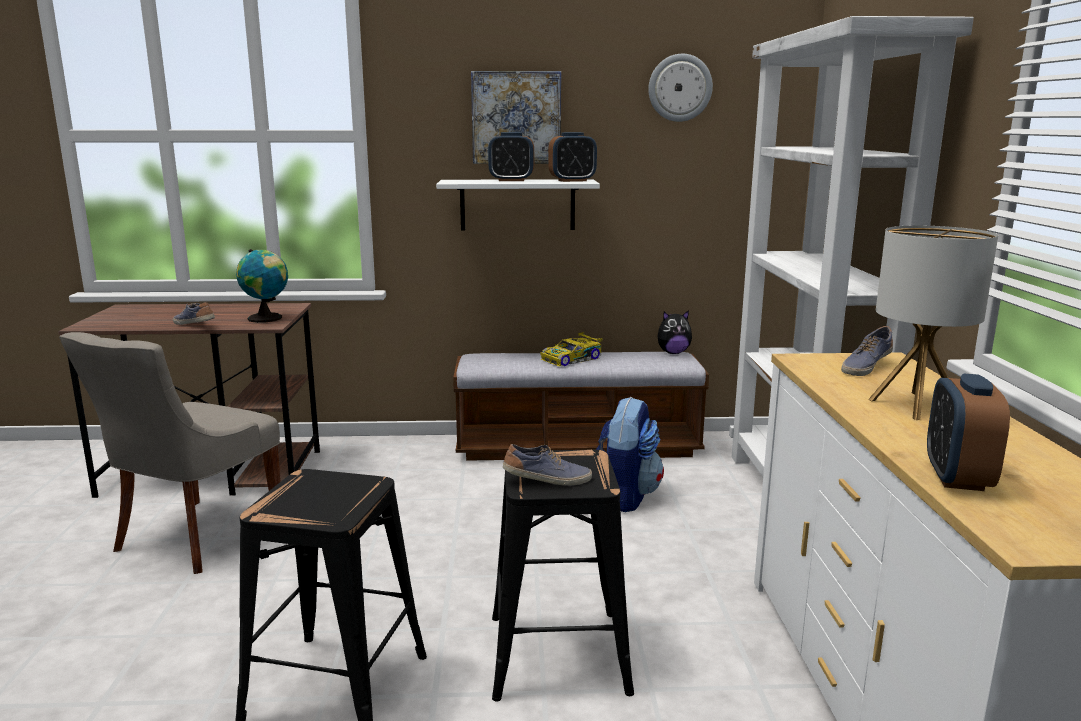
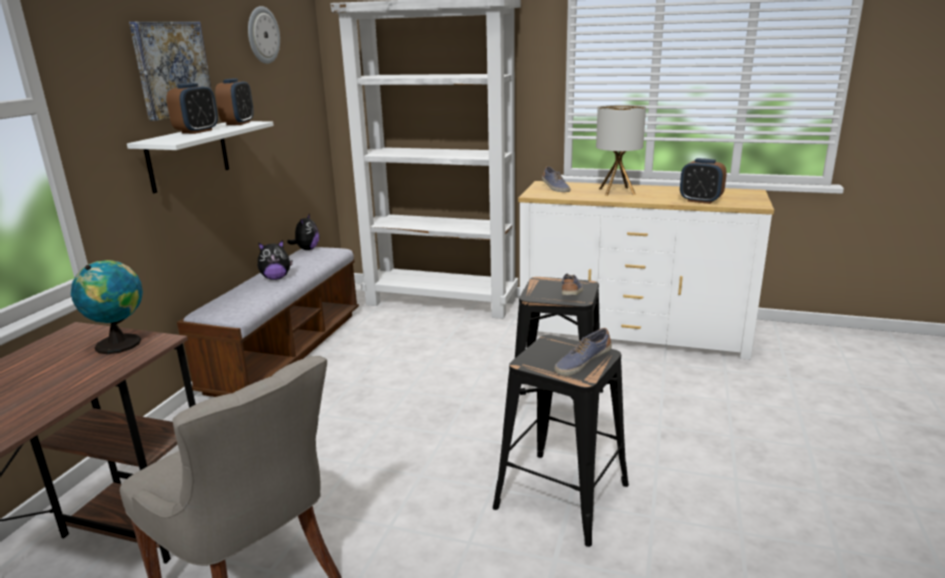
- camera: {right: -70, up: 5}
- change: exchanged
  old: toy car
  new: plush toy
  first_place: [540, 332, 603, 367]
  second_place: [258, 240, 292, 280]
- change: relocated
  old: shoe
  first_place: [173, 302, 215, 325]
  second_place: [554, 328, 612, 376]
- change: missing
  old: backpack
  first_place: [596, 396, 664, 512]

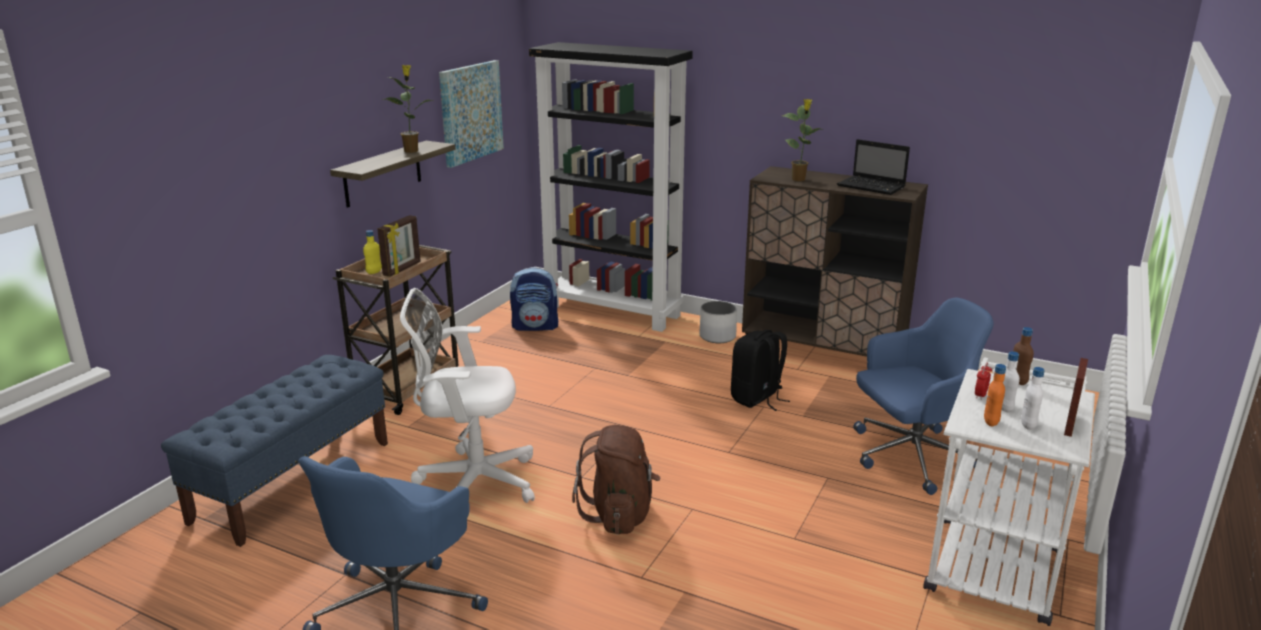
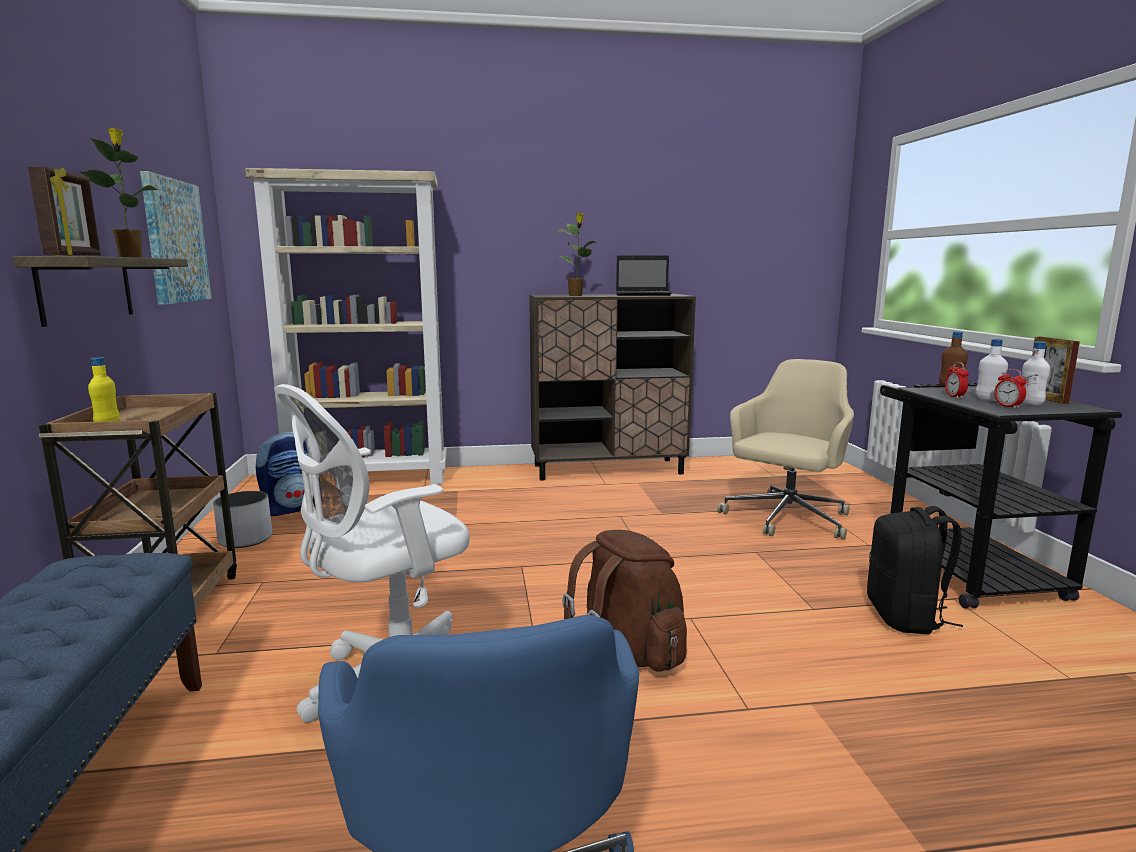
- camera: {right: -35, up: -10}
- change: relocated
  old: picture frame
  first_place: [377, 215, 421, 277]
  second_place: [28, 166, 101, 256]
- change: relocated
  old: white planter
  first_place: [700, 301, 737, 343]
  second_place: [213, 491, 272, 548]
- change: colour
  old: black bookcase
  new: beige bookcase
  first_place: [529, 42, 693, 332]
  second_place: [245, 168, 447, 485]
- change: colour
  old: blue office chair
  new: beige office chair
  first_place: [853, 297, 993, 495]
  second_place: [717, 359, 854, 540]
- change: relocated
  old: black backpack
  first_place: [731, 330, 790, 411]
  second_place: [867, 506, 963, 634]
- change: colour
  old: white cart
  new: black cart
  first_place: [923, 357, 1095, 626]
  second_place: [880, 383, 1122, 608]
- change: exchanged
  old: orange bottle
  new: alarm clock
  first_place: [984, 364, 1006, 427]
  second_place: [994, 369, 1027, 409]

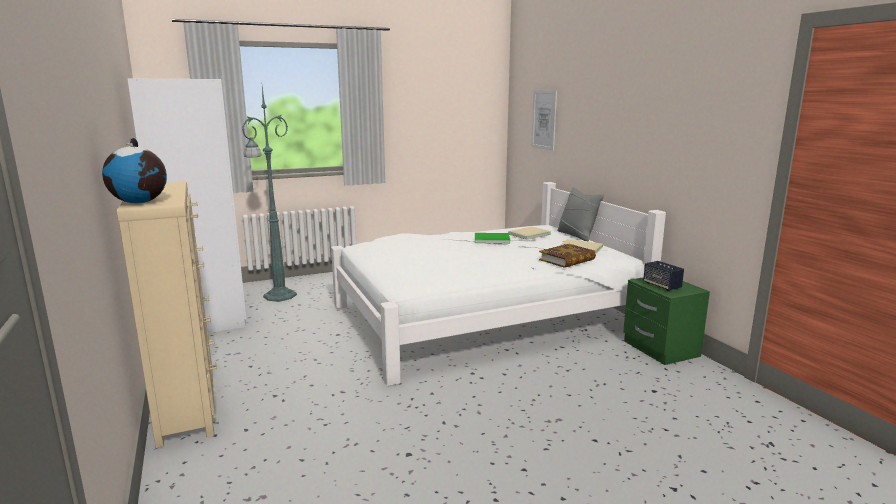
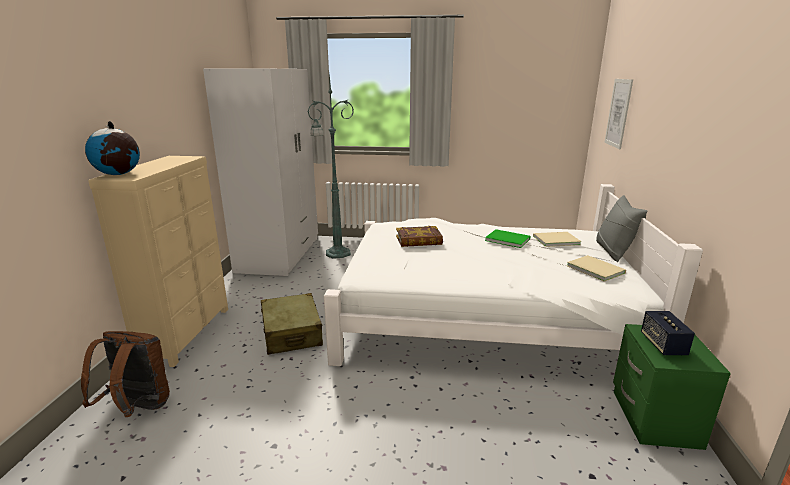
- camera: {right: 30, up: 5}
- change: appeared
  new: brown backpack
  second_place: [81, 331, 170, 417]
- change: appeared
  new: beige suitcase
  second_place: [261, 293, 323, 355]
- change: relocated
  old: book
  first_place: [539, 244, 596, 268]
  second_place: [396, 226, 443, 247]

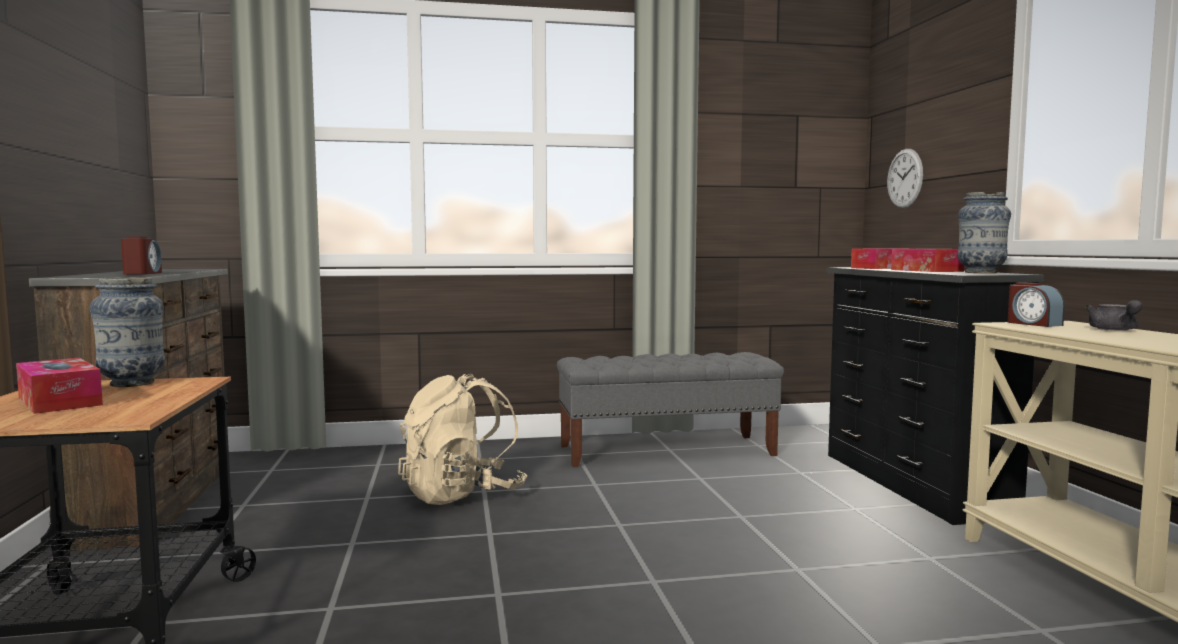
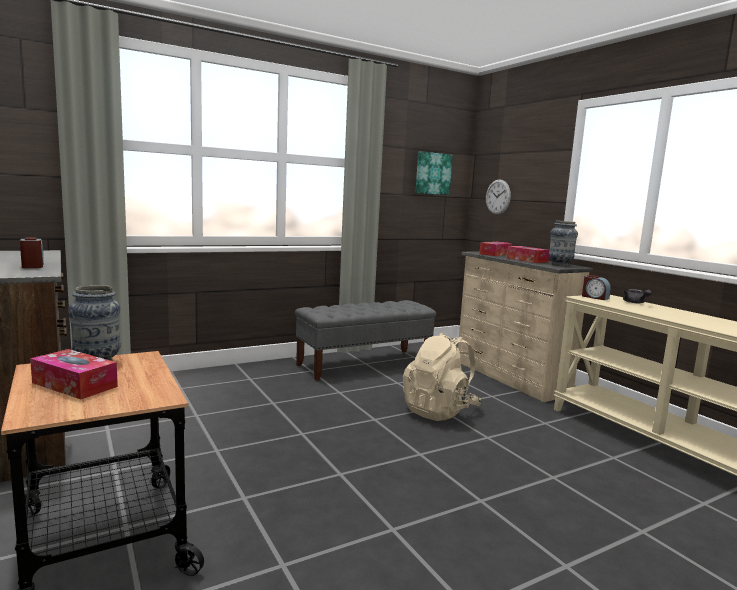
- camera: {right: -20, up: 5}
- change: relocated
  old: beige backpack
  first_place: [398, 373, 528, 505]
  second_place: [403, 333, 482, 421]
- change: appeared
  new: picture
  second_place: [416, 152, 453, 195]
- change: colour
  old: black dresser
  new: beige dresser
  first_place: [827, 267, 1044, 525]
  second_place: [458, 251, 593, 402]

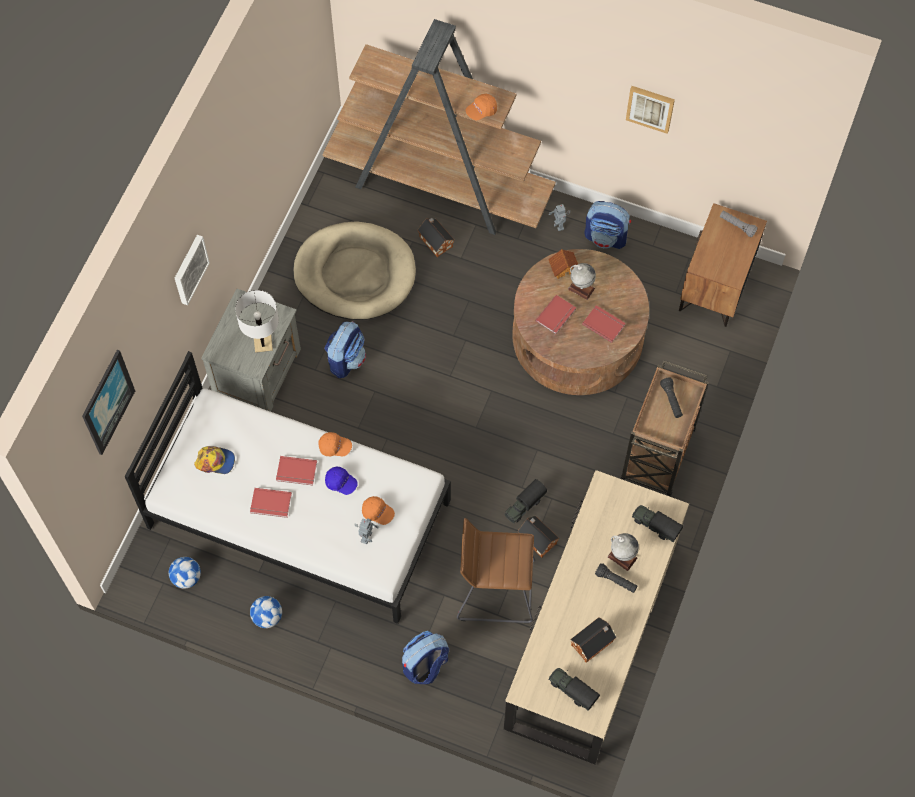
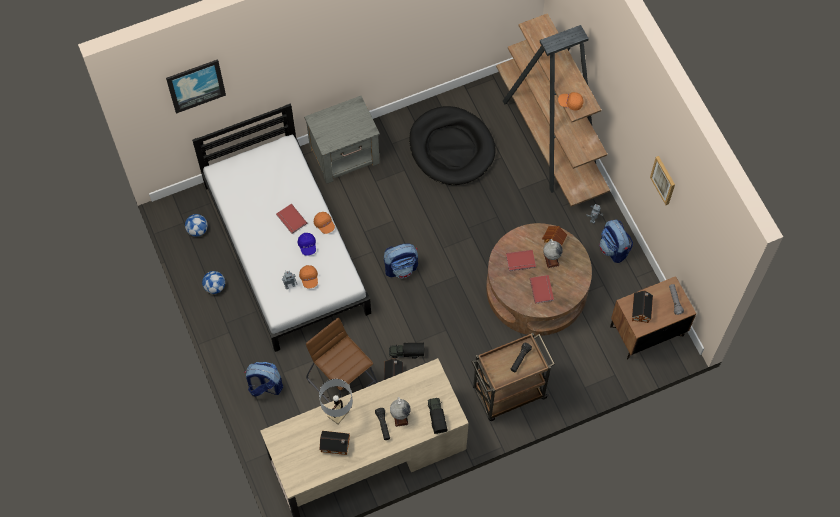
- camera: {right: 45, up: 0}
- change: relocated
  old: white table lamp
  first_place: [235, 290, 279, 353]
  second_place: [319, 379, 353, 424]
- change: relocated
  old: backpack
  first_place: [324, 321, 366, 378]
  second_place: [384, 243, 418, 278]
- change: colour
  old: beige dog bed
  new: black dog bed
  first_place: [293, 221, 416, 320]
  second_place: [409, 106, 496, 185]
- change: relocated
  old: toy house
  first_place: [417, 218, 454, 257]
  second_place: [632, 291, 653, 323]
- change: missing
  old: picture
  first_place: [175, 235, 210, 305]
- change: missing
  old: cap
  first_place: [194, 446, 235, 474]
- change: missing
  old: red book
  first_place: [250, 488, 292, 518]
- change: missing
  old: toy truck
  first_place: [549, 668, 600, 711]

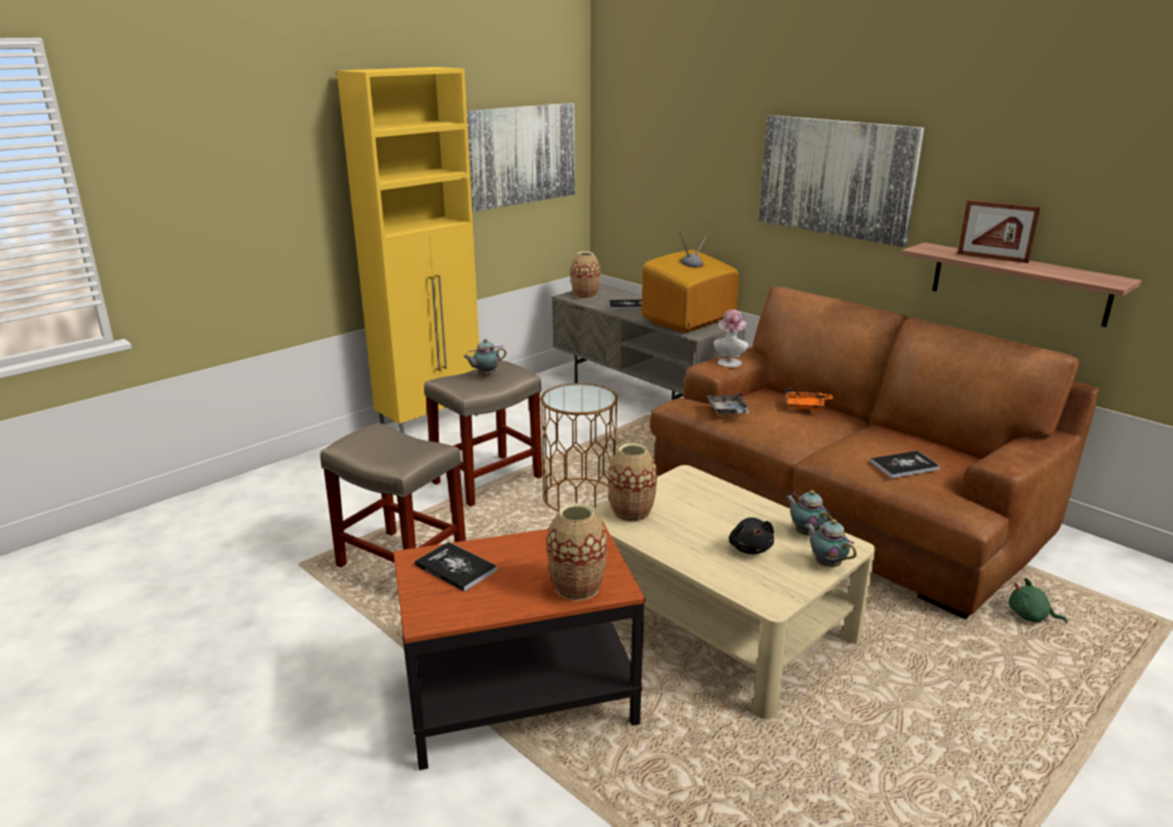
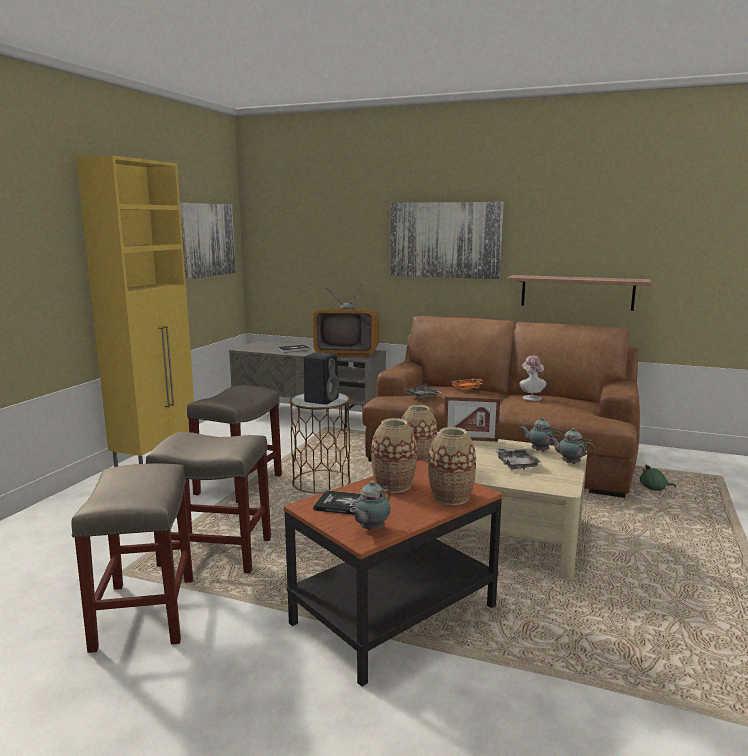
- camera: {right: -25, up: -10}
- change: appeared
  new: beige stool
  second_place: [71, 463, 193, 653]
- change: appeared
  new: black speaker
  second_place: [304, 352, 339, 405]
- change: spun
  old: television
  first_place: [642, 228, 739, 333]
  second_place: [313, 283, 379, 357]
  degrees: -105
- change: relocated
  old: teapot
  first_place: [464, 339, 506, 375]
  second_place: [350, 481, 391, 531]
- change: relocated
  old: vase
  first_place: [571, 251, 600, 299]
  second_place: [371, 418, 417, 493]
- change: relocated
  old: picture frame
  first_place: [957, 200, 1040, 263]
  second_place: [444, 396, 500, 442]
- change: exchanged
  old: black plush toy
  new: grey tray
  first_place: [729, 517, 774, 554]
  second_place: [495, 447, 541, 470]
- change: relocated
  old: hat
  first_place: [714, 309, 749, 367]
  second_place: [519, 355, 547, 401]
- change: missing
  old: book
  first_place: [870, 451, 940, 478]

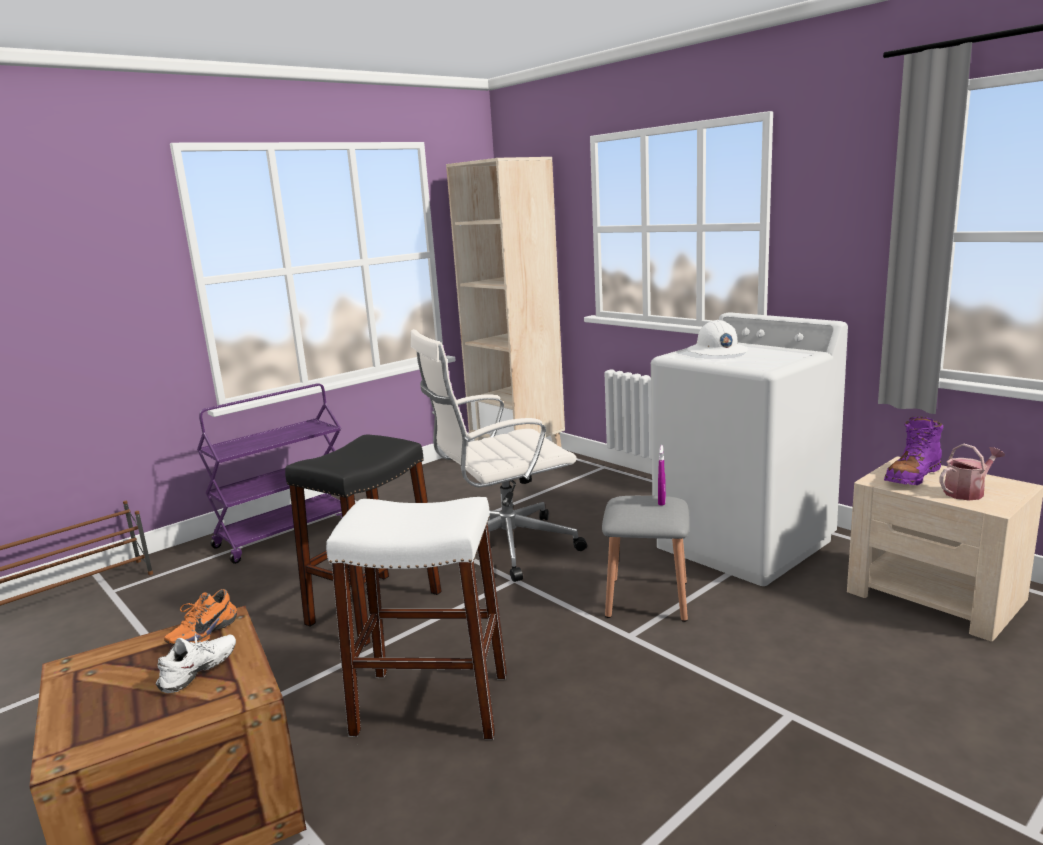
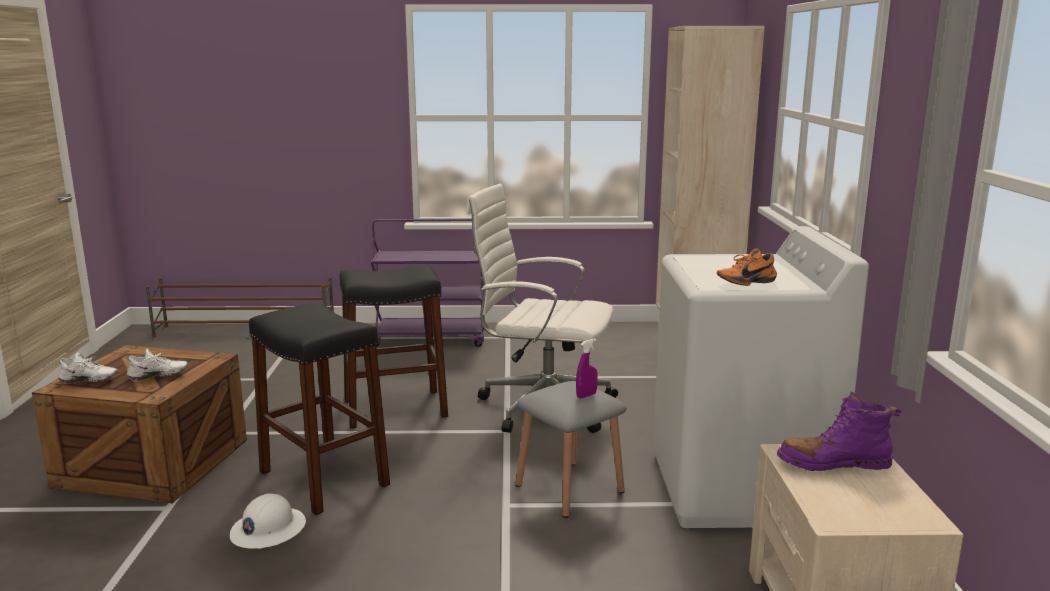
- camera: {right: 40, up: 0}
- change: appeared
  new: white shoe
  second_place: [58, 352, 118, 384]
- change: relocated
  old: white hard hat
  first_place: [687, 320, 748, 356]
  second_place: [230, 493, 306, 549]
- change: colour
  old: white stool
  new: black stool
  first_place: [326, 497, 507, 740]
  second_place: [249, 303, 390, 515]
- change: relocated
  old: orange shoe
  first_place: [164, 589, 237, 645]
  second_place: [717, 249, 777, 286]
- change: missing
  old: watering can
  first_place: [939, 444, 1005, 500]

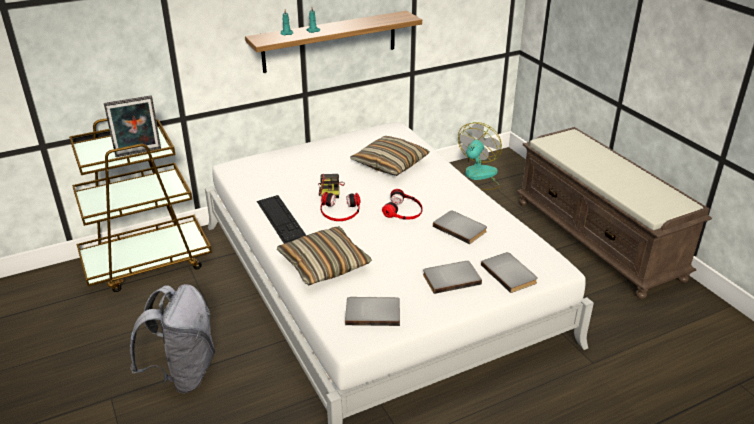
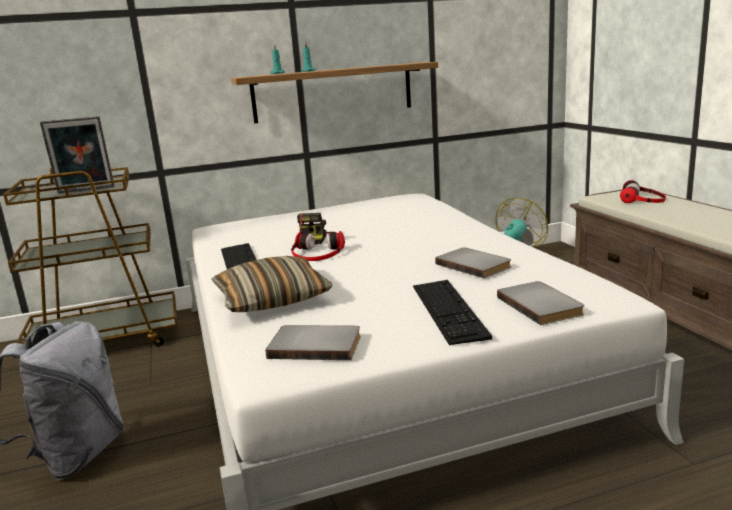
- camera: {right: 10, up: -15}
- change: exchanged
  old: grey book
  new: keyboard
  first_place: [423, 261, 482, 294]
  second_place: [413, 280, 492, 345]
- change: relocated
  old: headphones
  first_place: [382, 189, 423, 220]
  second_place: [620, 180, 666, 203]
- change: missing
  old: pillow
  first_place: [350, 136, 430, 176]

